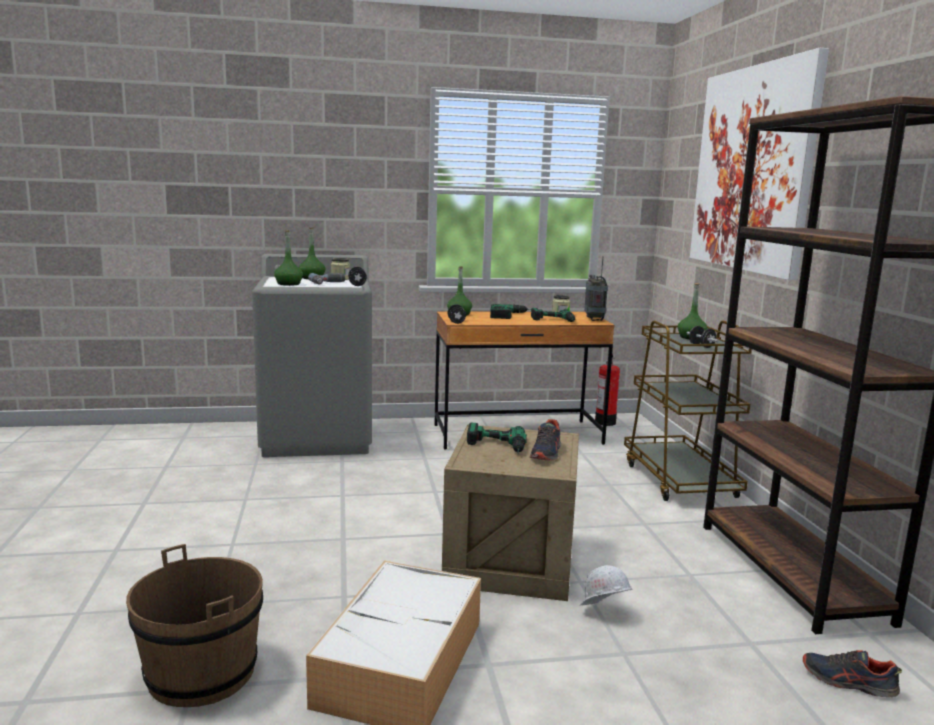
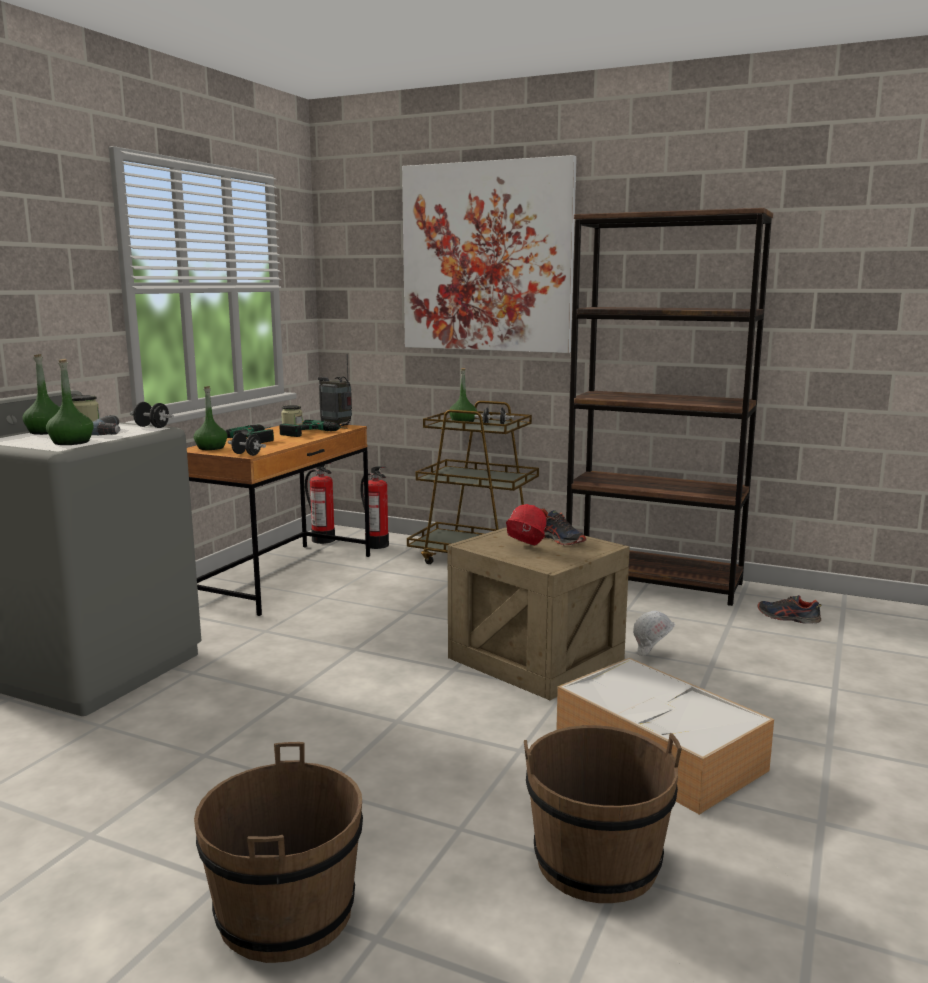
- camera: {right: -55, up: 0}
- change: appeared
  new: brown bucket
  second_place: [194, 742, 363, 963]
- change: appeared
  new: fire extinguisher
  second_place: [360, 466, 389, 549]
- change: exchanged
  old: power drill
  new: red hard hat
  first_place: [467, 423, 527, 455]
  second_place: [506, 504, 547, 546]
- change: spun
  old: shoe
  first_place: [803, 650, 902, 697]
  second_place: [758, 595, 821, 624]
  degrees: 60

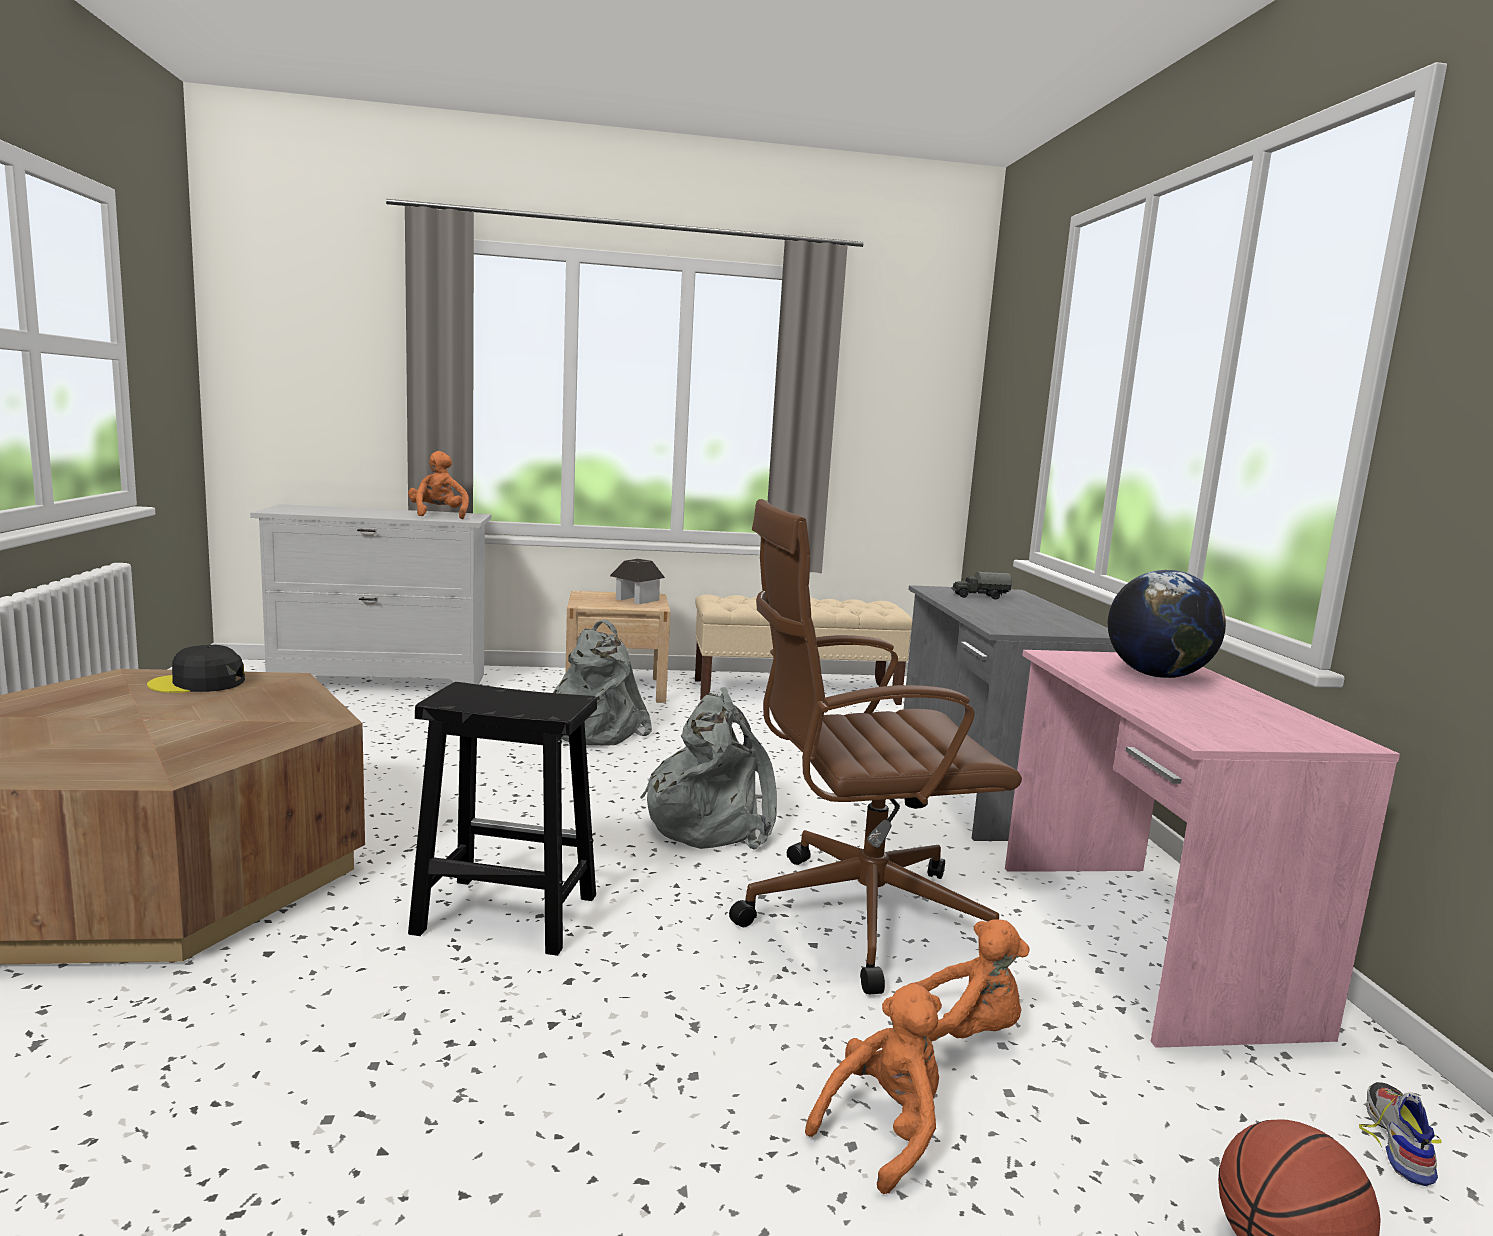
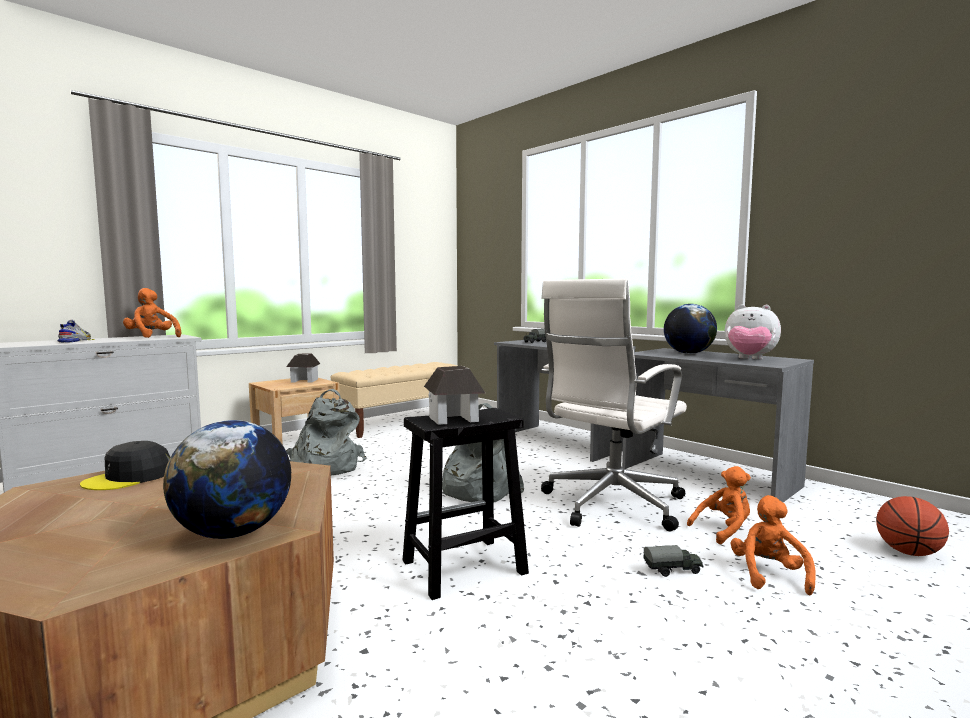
- camera: {right: -35, up: -5}
- change: relocated
  old: shoe
  first_place: [1359, 1082, 1442, 1186]
  second_place: [57, 320, 95, 343]
- change: appeared
  new: globe
  second_place: [163, 420, 291, 539]
- change: appeared
  new: toy house
  second_place: [424, 366, 485, 425]
- change: colour
  old: brown office chair
  new: white office chair
  first_place: [729, 499, 1022, 995]
  second_place: [541, 278, 687, 531]
- change: colour
  old: pink desk
  new: grey desk
  first_place: [1005, 650, 1400, 1048]
  second_place: [622, 348, 814, 502]
- change: appeared
  new: toy truck
  second_place: [643, 545, 703, 577]
- change: appeared
  new: plush toy
  second_place: [725, 304, 781, 359]

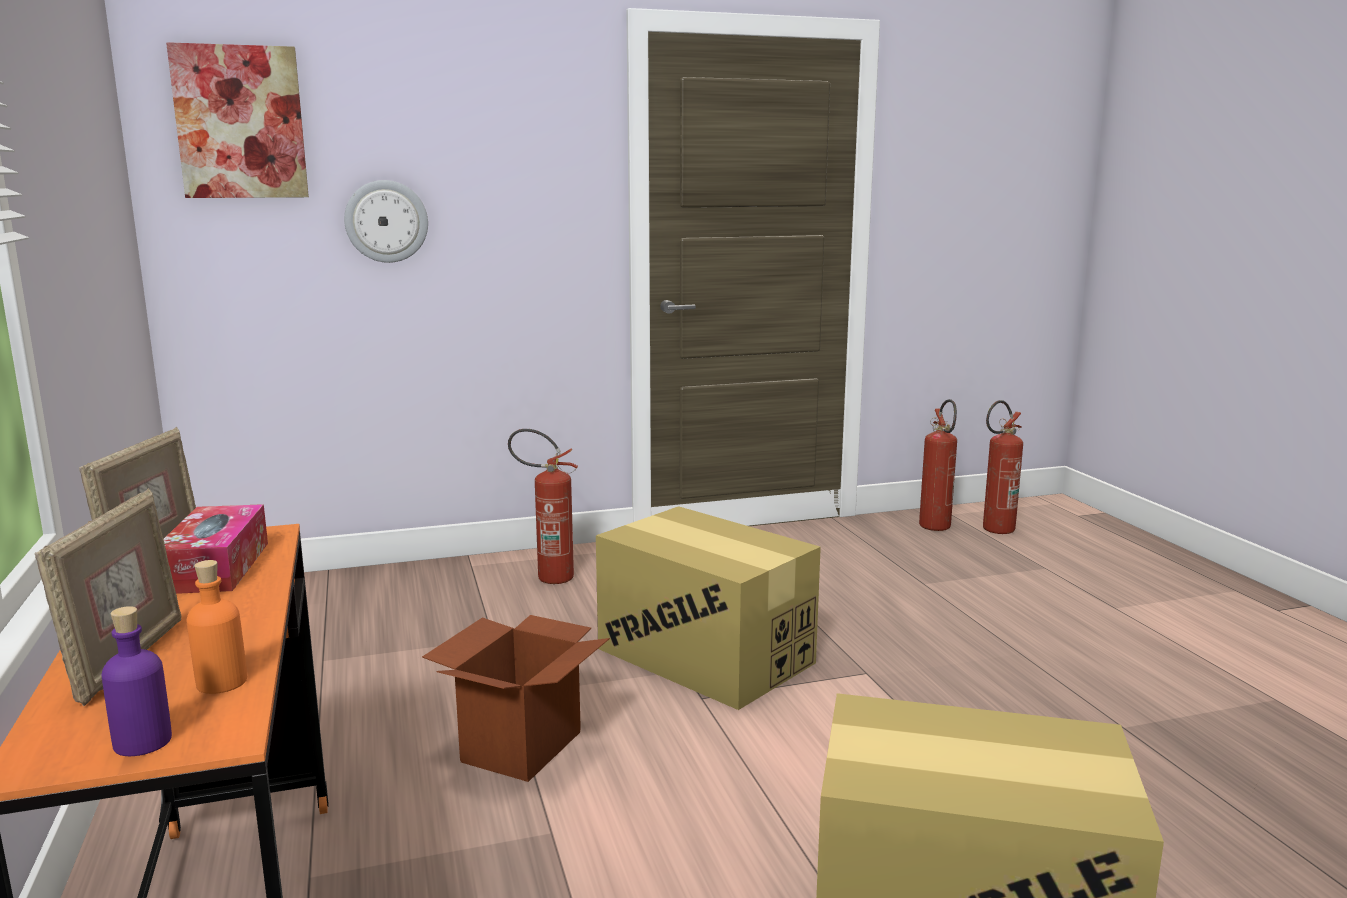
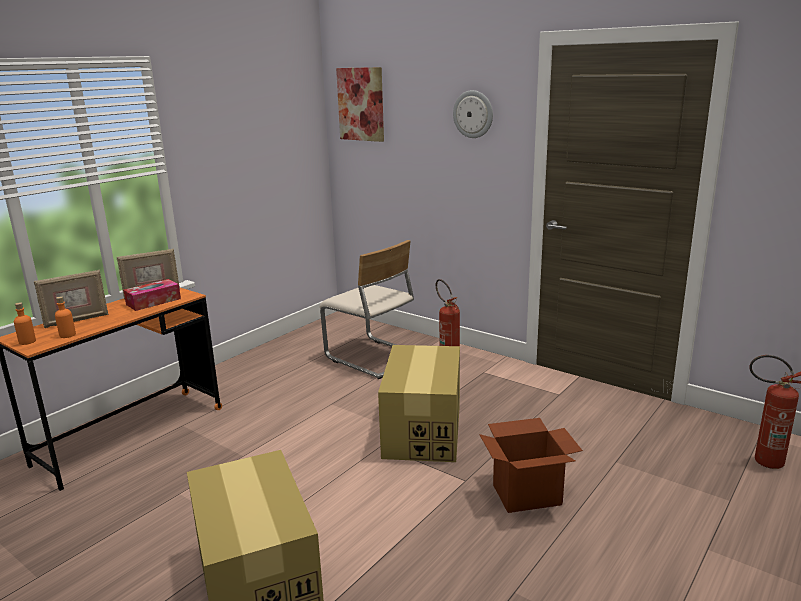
- camera: {right: 55, up: 5}
- change: colour
  old: purple bottle
  new: orange bottle
  first_place: [101, 606, 172, 756]
  second_place: [14, 302, 36, 345]
- change: appeared
  new: beige chair
  second_place: [320, 240, 414, 379]
- change: relocated
  old: wall clock
  first_place: [344, 180, 428, 263]
  second_place: [453, 90, 493, 138]
- change: relocated
  old: cardboard box
  first_place: [422, 615, 610, 782]
  second_place: [479, 418, 583, 513]
- change: missing
  old: fire extinguisher
  first_place: [919, 399, 957, 531]

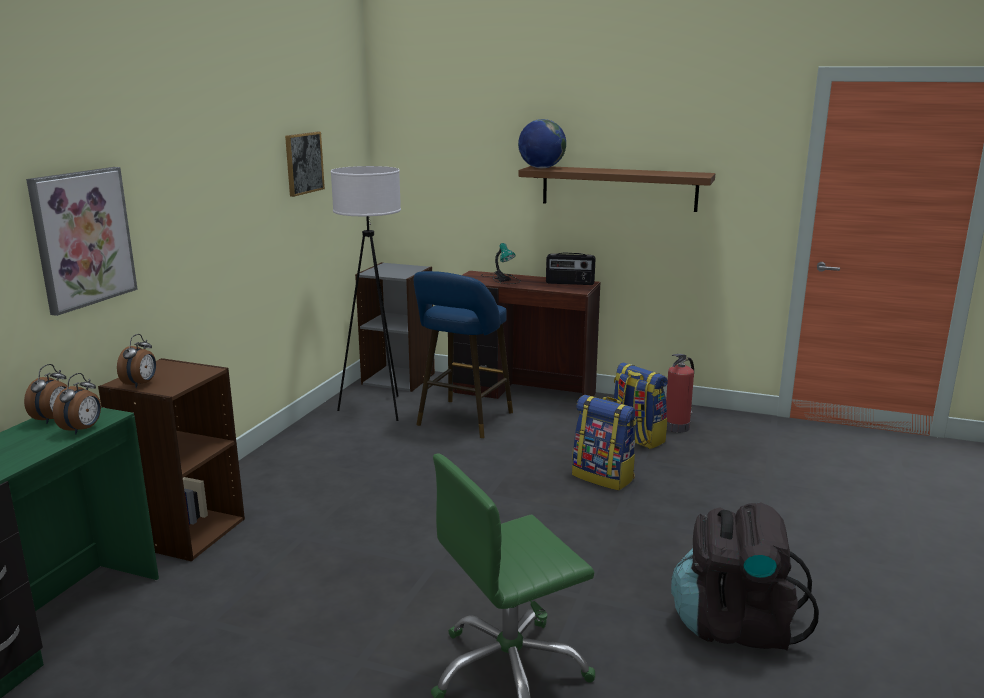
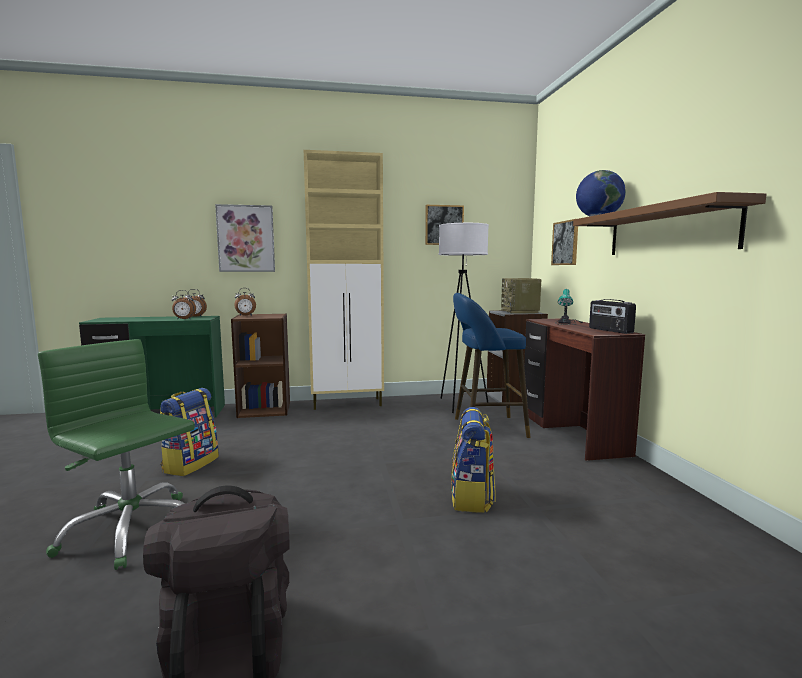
- camera: {right: 60, up: -10}
- change: relocated
  old: backpack
  first_place: [613, 362, 668, 449]
  second_place: [160, 388, 219, 476]
- change: appeared
  new: beige cabinet
  second_place: [304, 150, 384, 410]
- change: appeared
  new: radio
  second_place: [501, 278, 541, 314]
- change: appeared
  new: picture
  second_place: [551, 219, 578, 265]
- change: missing
  old: fire extinguisher
  first_place: [666, 354, 694, 433]

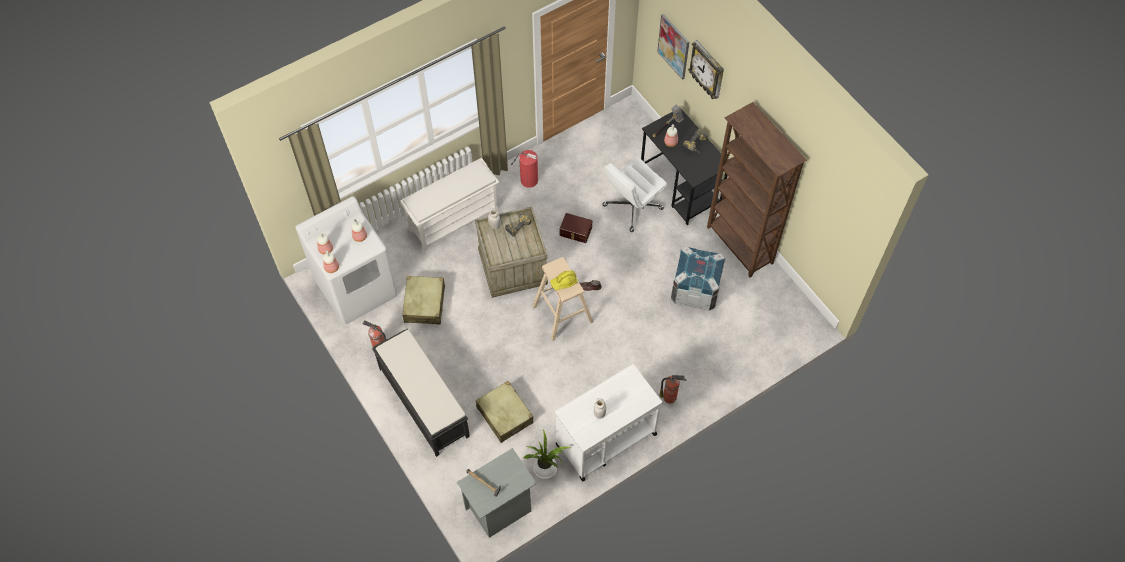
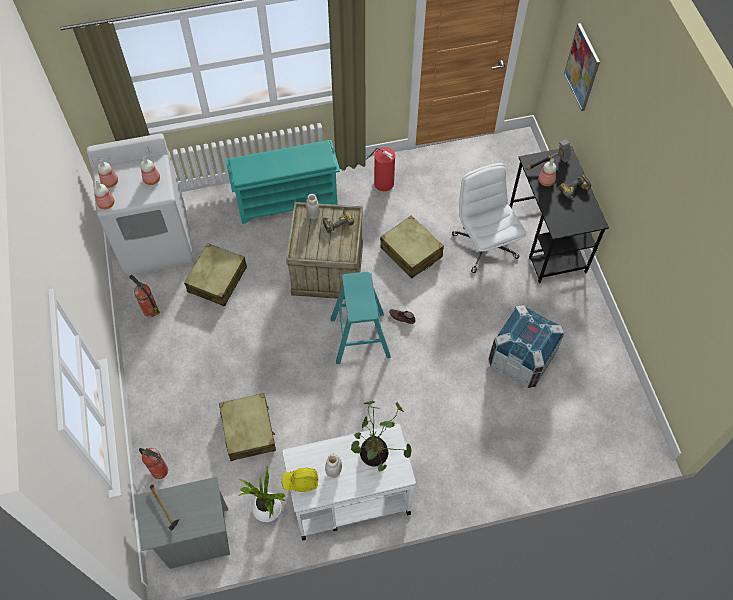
- camera: {right: 20, up: 0}
- change: relocated
  old: fire extinguisher
  first_place: [659, 375, 686, 403]
  second_place: [139, 448, 168, 479]
- change: colour
  old: white shoe rack
  new: turquoise shoe rack
  first_place: [400, 158, 499, 251]
  second_place: [226, 140, 340, 224]
- change: relocated
  old: yellow hard hat
  first_place: [550, 270, 578, 290]
  second_place: [282, 468, 318, 492]
- change: colour
  old: beige stool
  new: turquoise stool
  first_place: [532, 257, 593, 341]
  second_place: [331, 271, 391, 364]
- change: appeared
  new: potted plant
  second_place: [350, 401, 412, 472]
- change: exchanged
  old: brown storage box
  new: beige suitcase
  first_place: [560, 213, 592, 243]
  second_place: [380, 215, 444, 279]
- change: spun
  old: white office chair
  first_place: [602, 158, 667, 232]
  second_place: [452, 163, 526, 273]
  degrees: 90
- change: missing
  old: black bench
  first_place: [372, 329, 470, 457]
- change: missing
  old: wall clock
  first_place: [688, 40, 724, 99]
- change: missing
  old: brown bookcase
  first_place: [707, 102, 807, 278]

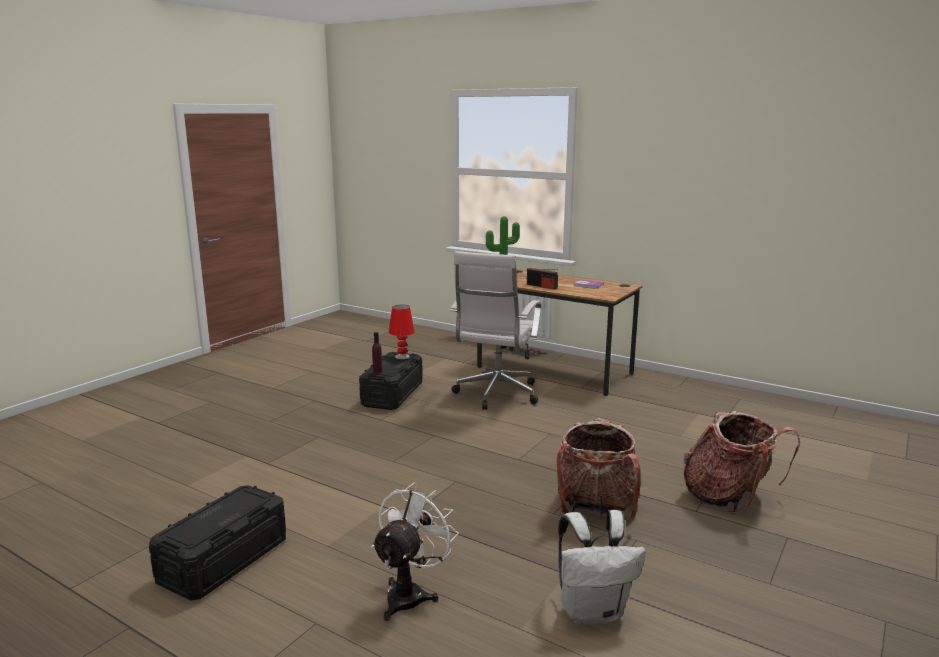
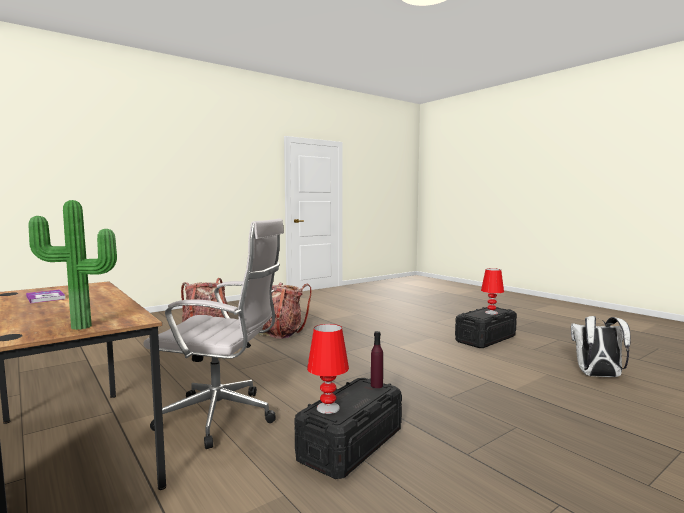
- camera: {right: -160, up: -10}
- change: spun
  old: white office chair
  first_place: [450, 251, 541, 410]
  second_place: [143, 219, 284, 449]
  degrees: 60
- change: appeared
  new: red table lamp
  second_place: [481, 268, 504, 314]
- change: relocated
  old: white backpack
  first_place: [558, 510, 646, 625]
  second_place: [571, 316, 631, 377]
- change: missing
  old: white fan
  first_place: [371, 483, 459, 621]
- change: missing
  old: radio
  first_place: [527, 268, 558, 289]

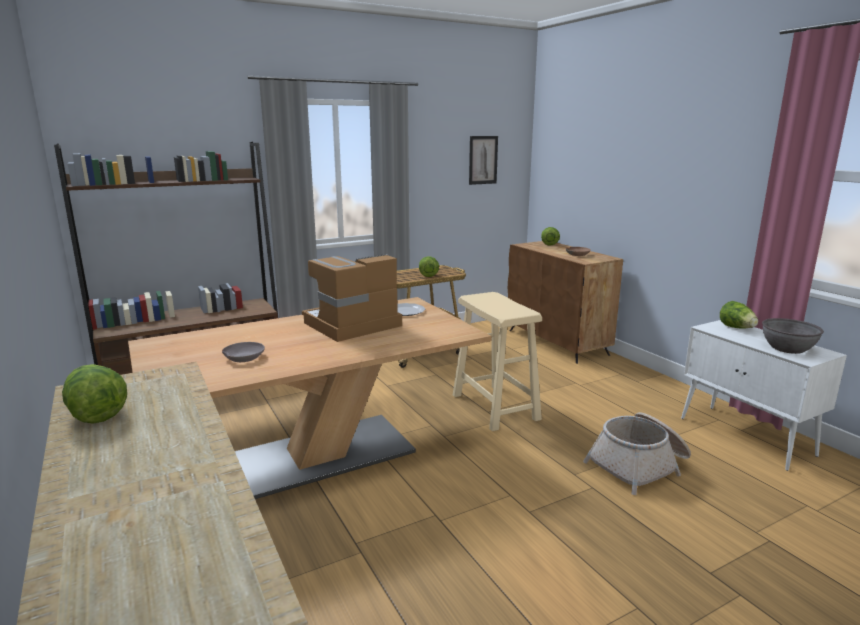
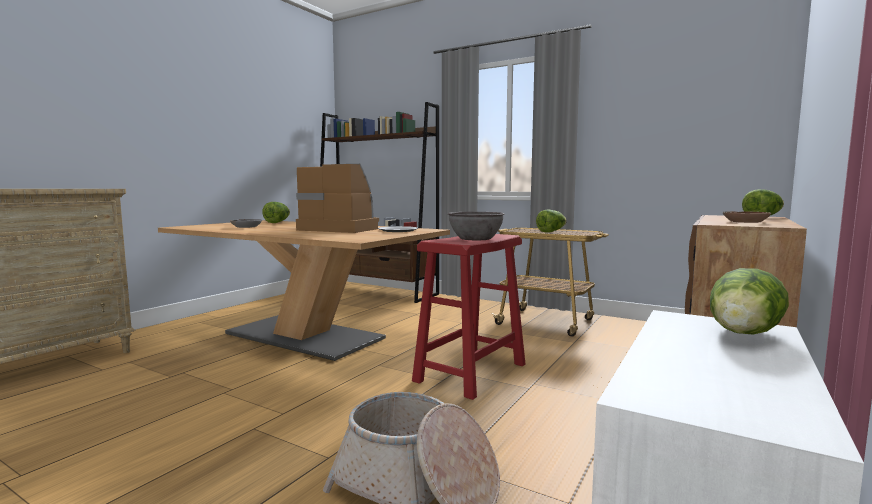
- camera: {right: 60, up: -10}
- change: relocated
  old: lettuce
  first_place: [62, 364, 127, 424]
  second_place: [262, 202, 290, 223]
- change: colour
  old: beige stool
  new: red stool
  first_place: [453, 292, 542, 431]
  second_place: [412, 234, 525, 400]
- change: relocated
  old: grey bowl
  first_place: [762, 318, 824, 354]
  second_place: [448, 212, 505, 240]
- change: missing
  old: picture
  first_place: [469, 136, 498, 185]

